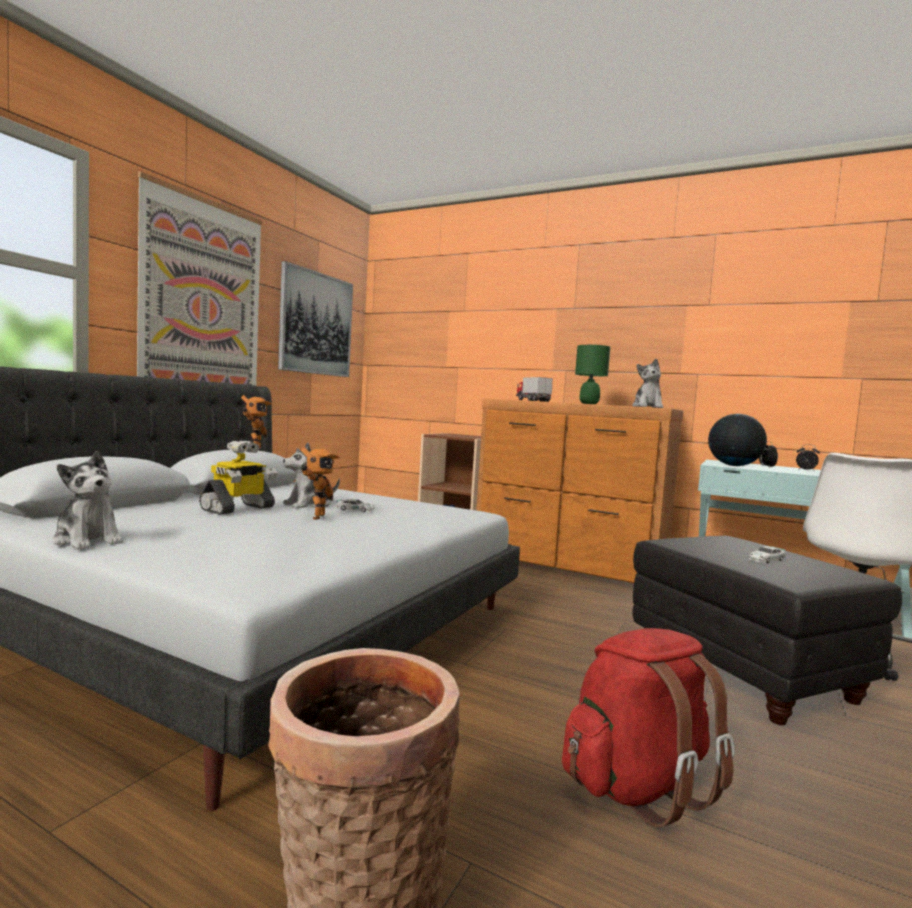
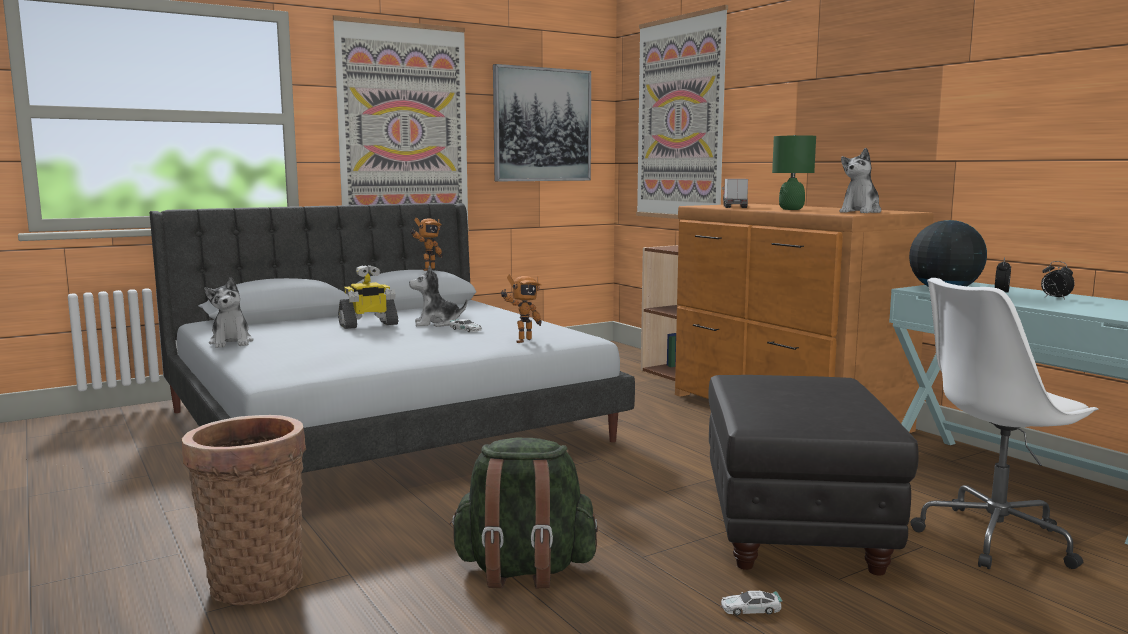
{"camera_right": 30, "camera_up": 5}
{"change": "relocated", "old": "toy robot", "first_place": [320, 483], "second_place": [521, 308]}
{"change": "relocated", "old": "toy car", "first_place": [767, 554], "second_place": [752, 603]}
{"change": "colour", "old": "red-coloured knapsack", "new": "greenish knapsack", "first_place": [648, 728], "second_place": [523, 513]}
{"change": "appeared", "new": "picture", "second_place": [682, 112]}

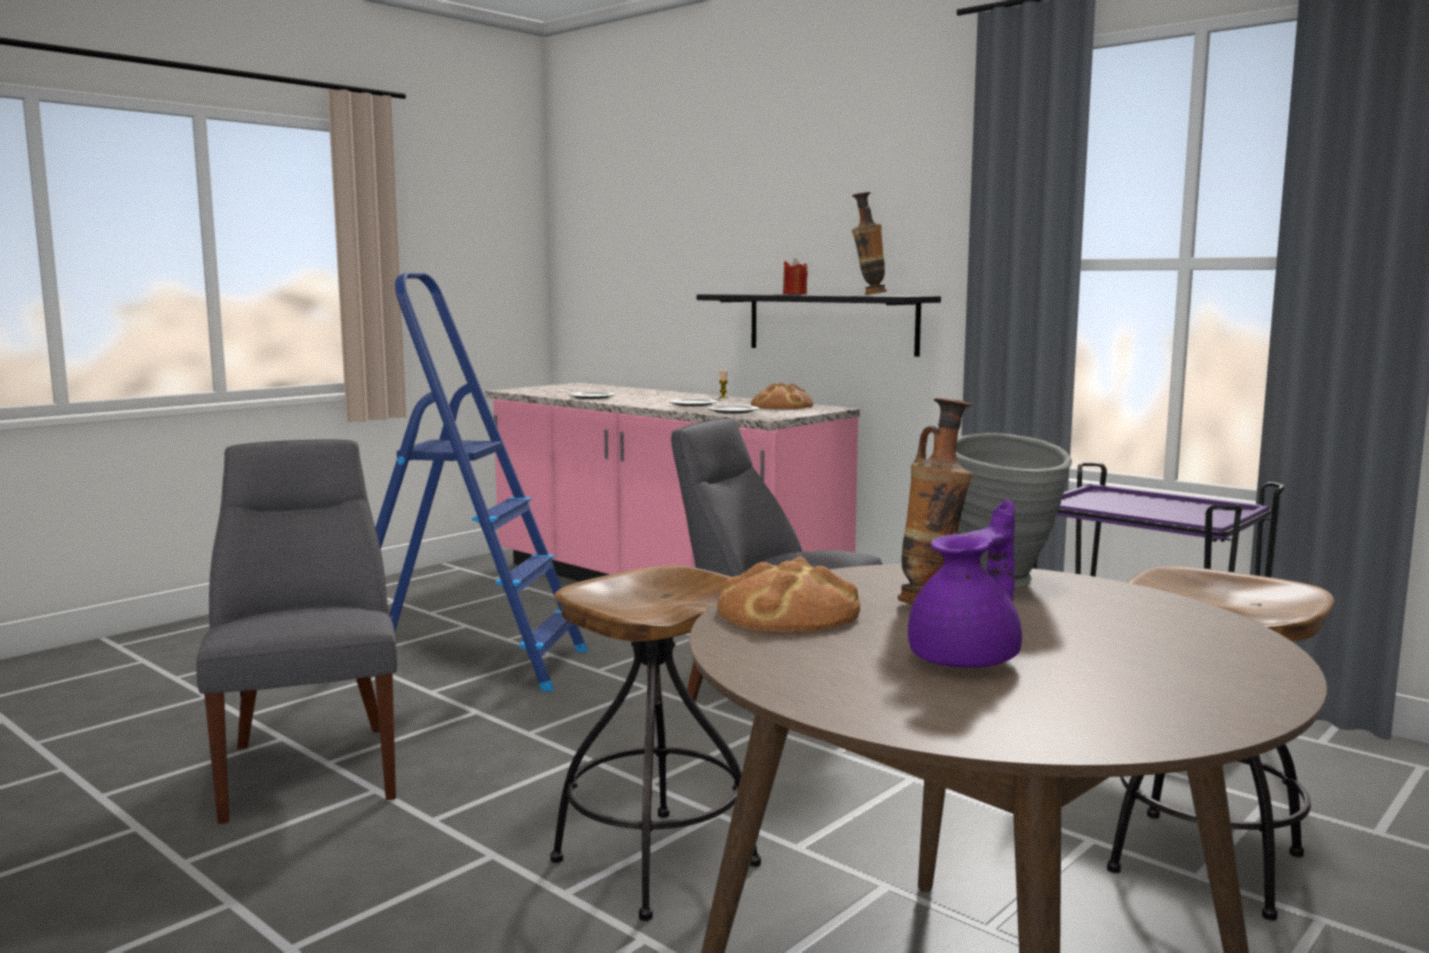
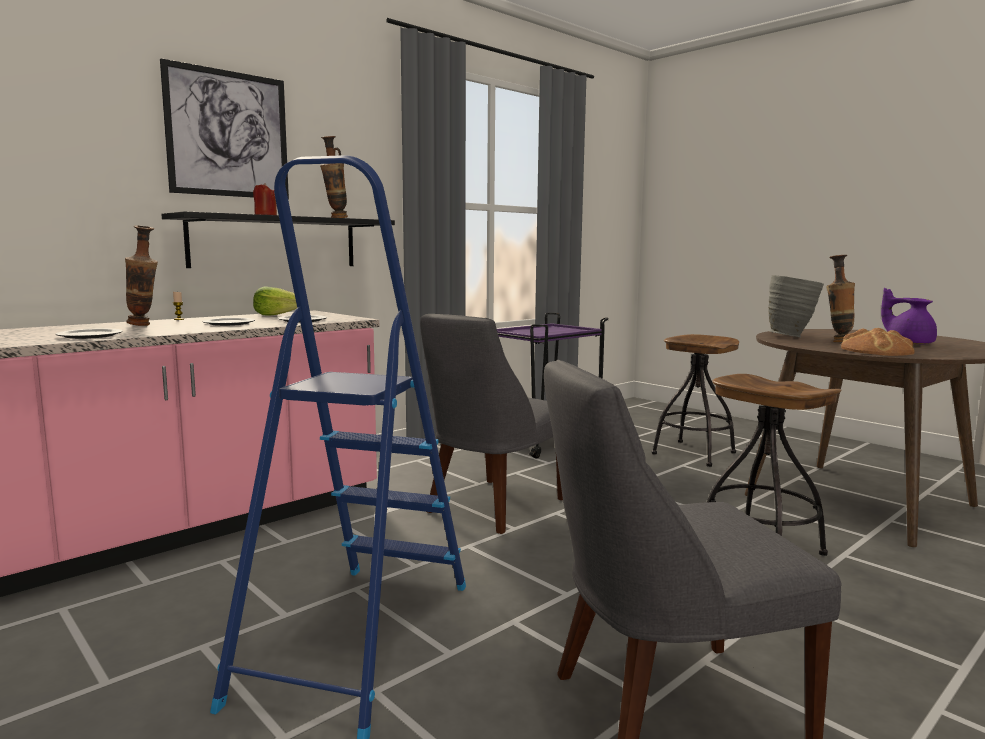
{"camera_right": -85, "camera_up": 0}
{"change": "exchanged", "old": "baked bread", "new": "head of lettuce", "first_place": [782, 396], "second_place": [275, 301]}
{"change": "appeared", "new": "picture", "second_place": [224, 128]}
{"change": "appeared", "new": "decorative vase", "second_place": [141, 275]}

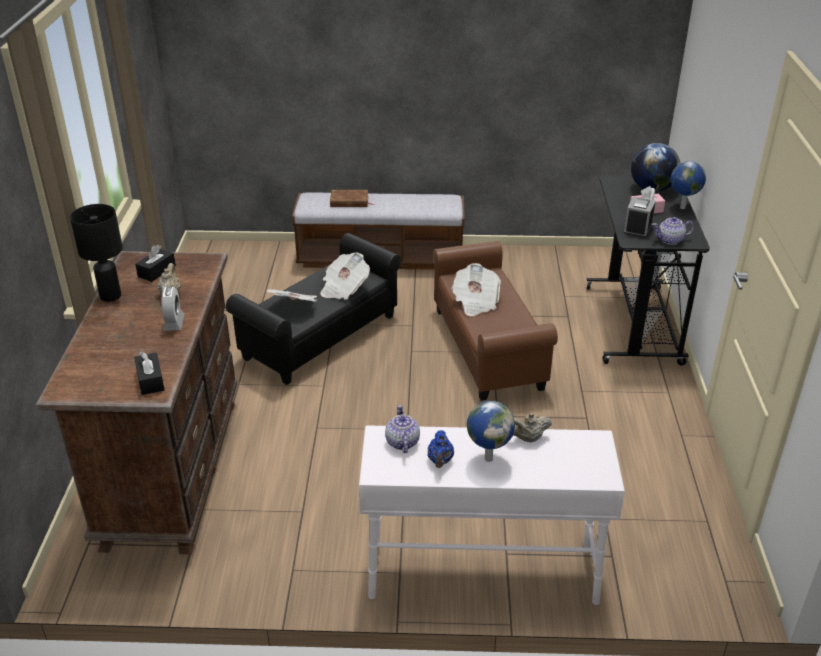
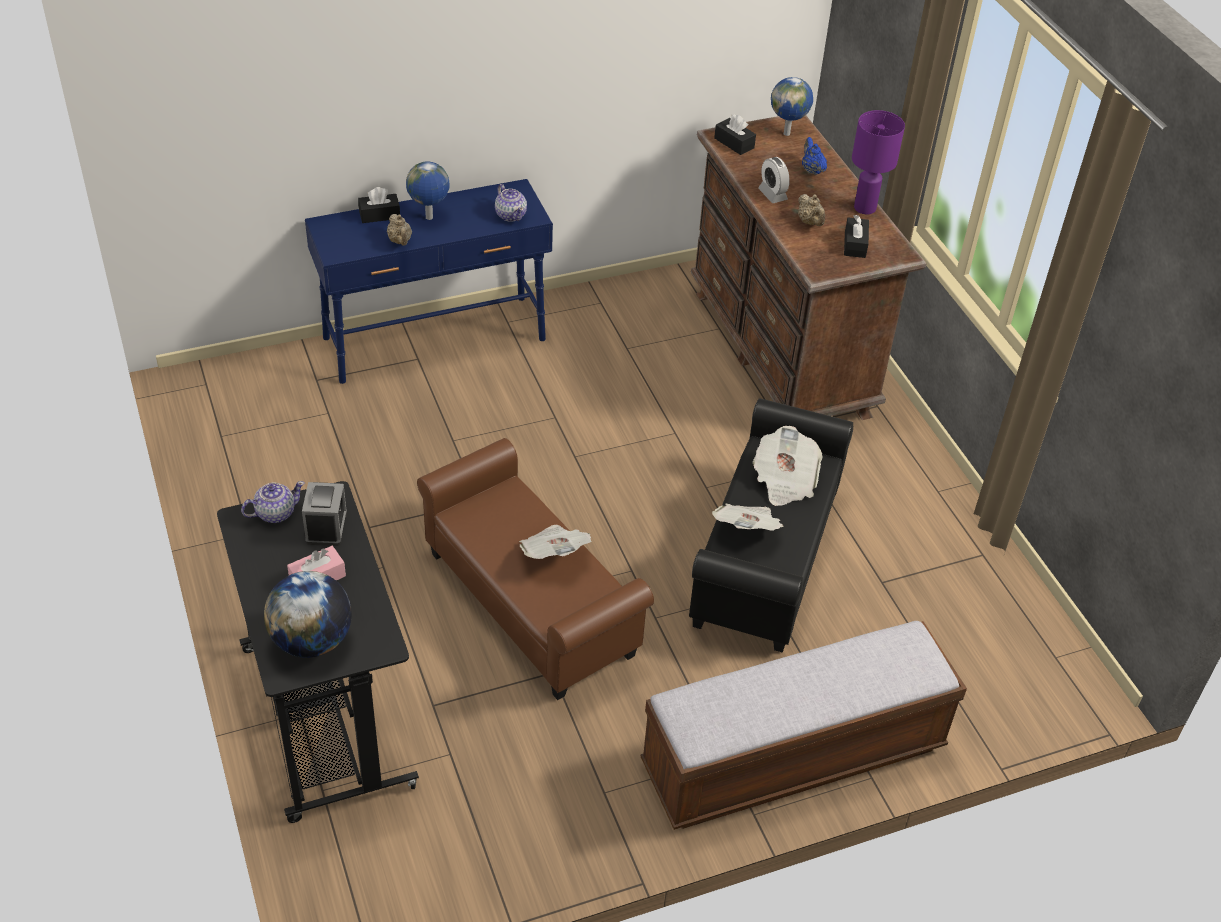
{"camera_right": 155, "camera_up": 10}
{"change": "relocated", "old": "world globe", "first_place": [688, 185], "second_place": [792, 106]}
{"change": "missing", "old": "brown volume", "first_place": [352, 198]}
{"change": "colour", "old": "black table lamp", "new": "purple-coloured table lamp", "first_place": [96, 253], "second_place": [878, 162]}
{"change": "spun", "old": "beige-coloured tea pot", "first_place": [532, 427], "second_place": [399, 230], "degrees": 105}
{"change": "colour", "old": "white-coloured console table", "new": "blue console table", "first_place": [492, 515], "second_place": [429, 281]}
{"change": "relocated", "old": "blue tea pot", "first_place": [441, 449], "second_place": [814, 156]}
{"change": "appeared", "new": "black box of tissues", "second_place": [379, 205]}

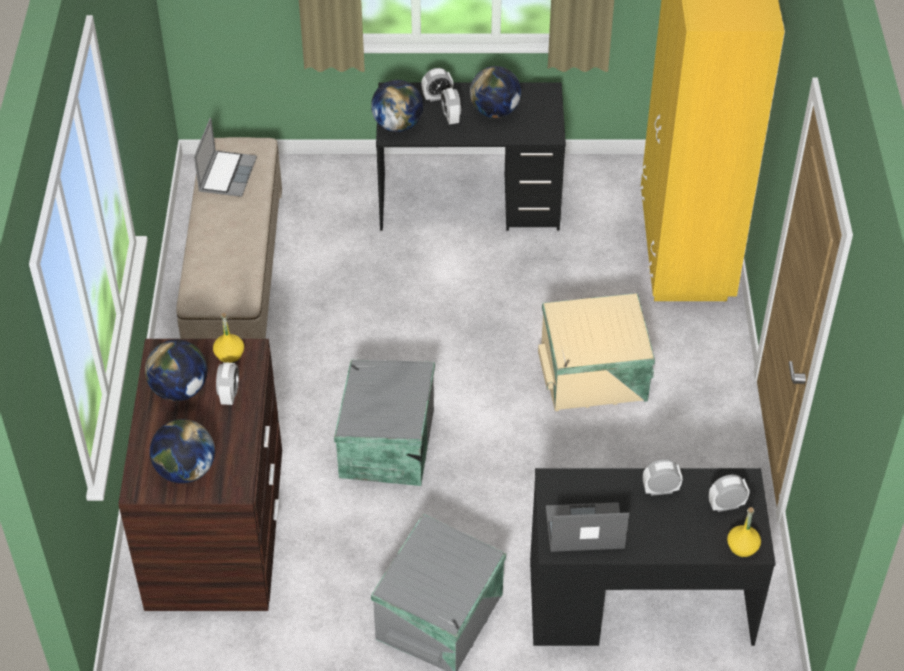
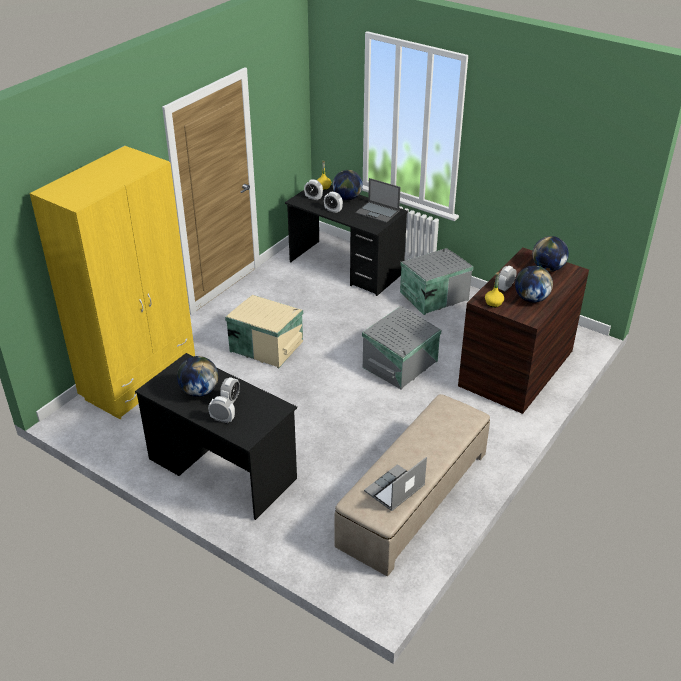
{"camera_right": -145, "camera_up": -10}
{"change": "relocated", "old": "world globe", "first_place": [397, 106], "second_place": [348, 185]}

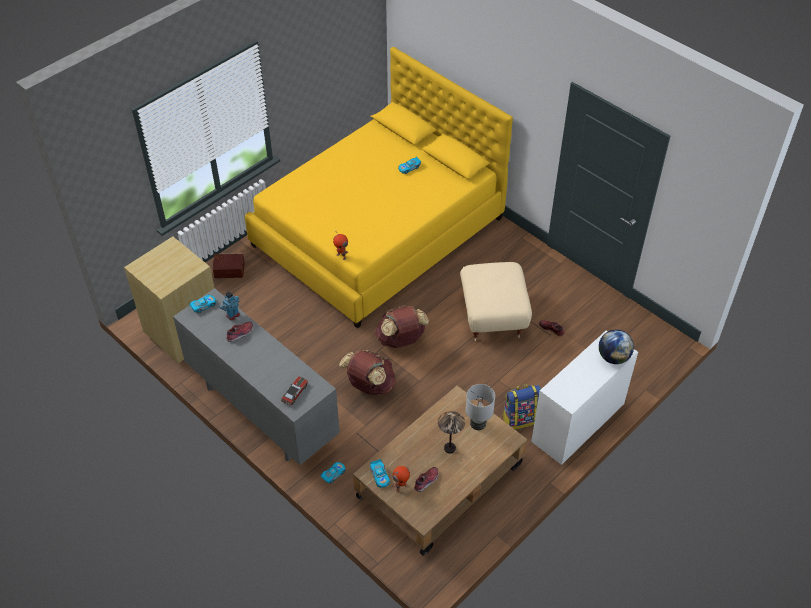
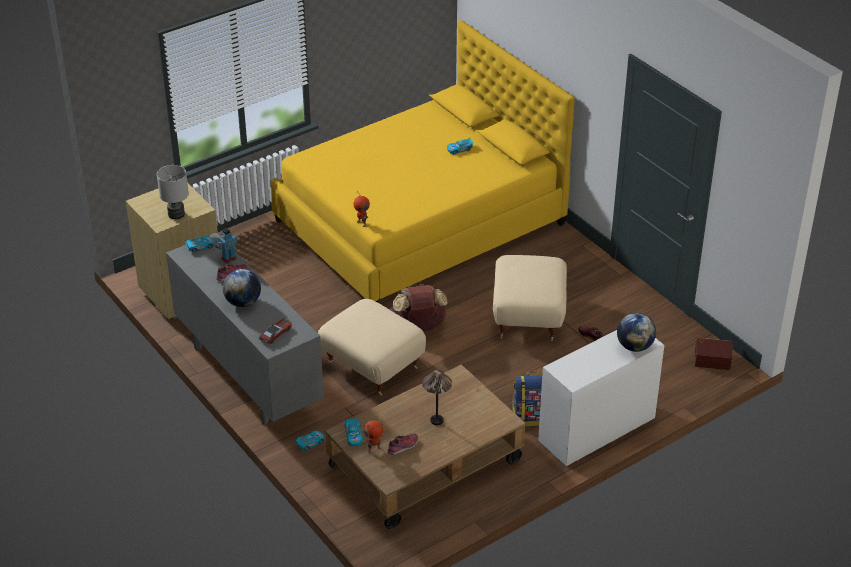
{"camera_right": 10, "camera_up": -10}
{"change": "relocated", "old": "brown storage bin", "first_place": [228, 265], "second_place": [713, 354]}
{"change": "exchanged", "old": "brown knapsack", "new": "beige-coloured ottoman", "first_place": [367, 372], "second_place": [372, 347]}
{"change": "relocated", "old": "gray table lamp", "first_place": [480, 407], "second_place": [173, 192]}
{"change": "appeared", "new": "world globe", "second_place": [242, 288]}

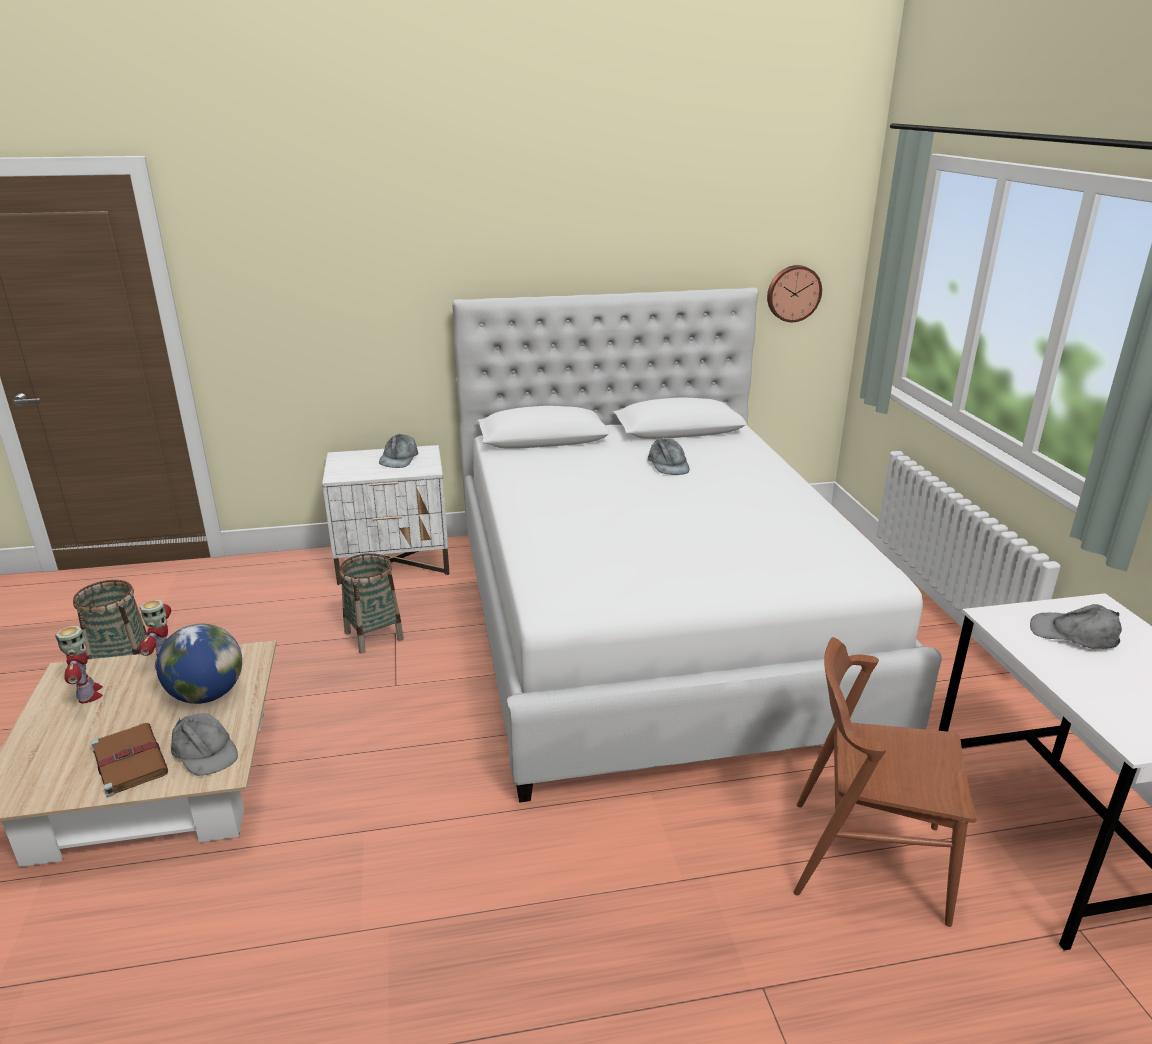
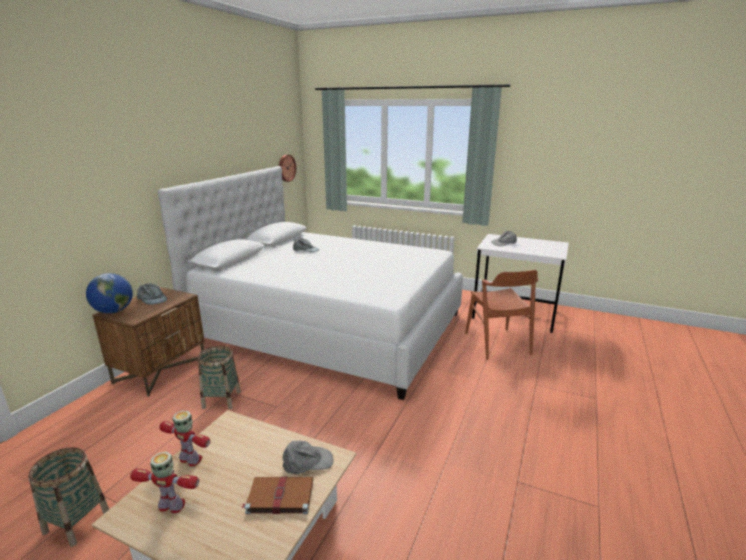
{"camera_right": -55, "camera_up": -5}
{"change": "colour", "old": "white-coloured night table", "new": "brown night table", "first_place": [386, 515], "second_place": [148, 342]}
{"change": "relocated", "old": "world globe", "first_place": [199, 664], "second_place": [109, 293]}
{"change": "spun", "old": "brown chair", "first_place": [885, 782], "second_place": [501, 315], "degrees": -60}

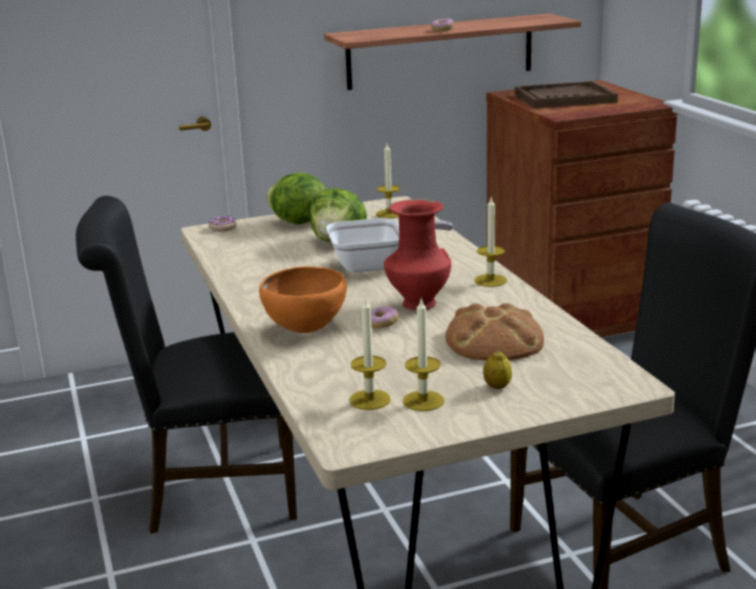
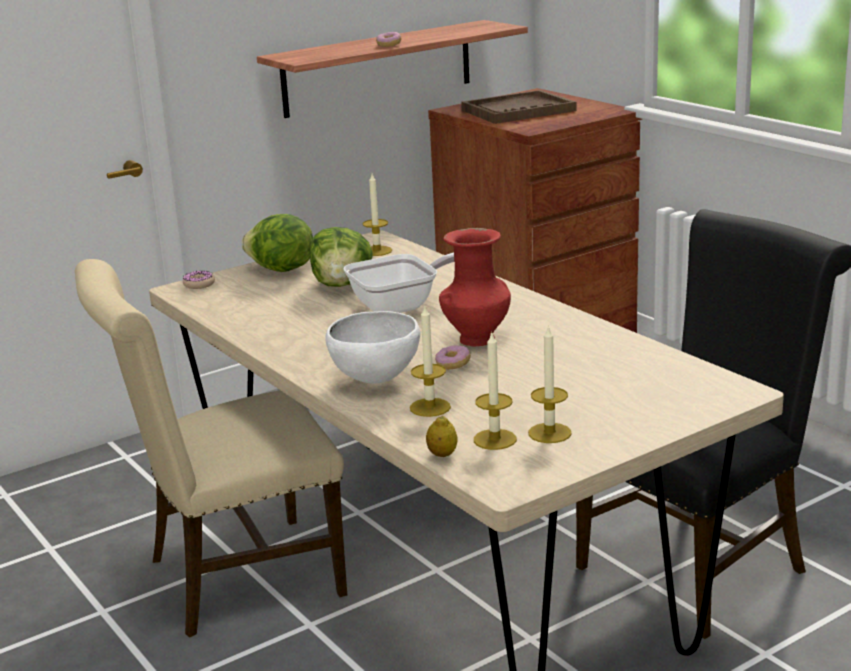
{"camera_right": -15, "camera_up": 0}
{"change": "colour", "old": "black chair", "new": "beige-coloured chair", "first_place": [186, 365], "second_place": [211, 448]}
{"change": "relocated", "old": "wax light", "first_place": [490, 242], "second_place": [430, 361]}
{"change": "colour", "old": "orange-coloured deep dish", "new": "white-coloured deep dish", "first_place": [303, 299], "second_place": [372, 347]}
{"change": "missing", "old": "baked bread", "first_place": [494, 332]}
{"change": "relocated", "old": "citrus fruit", "first_place": [497, 370], "second_place": [442, 436]}

